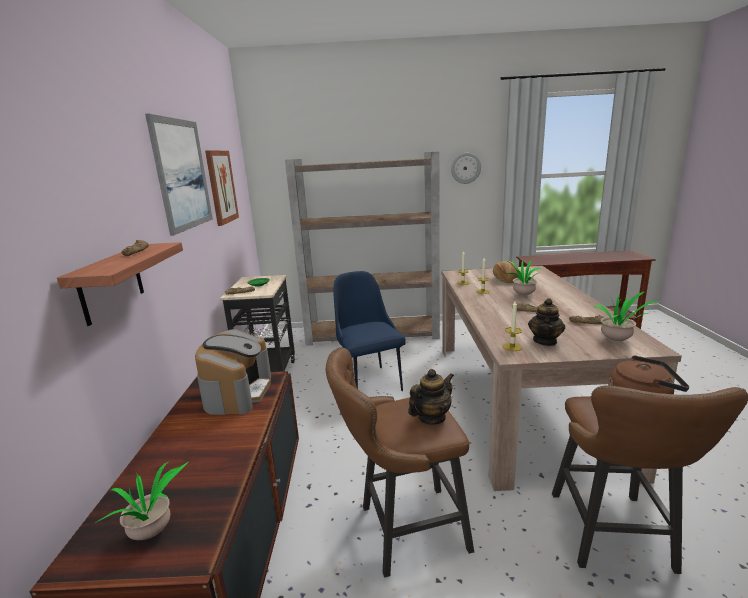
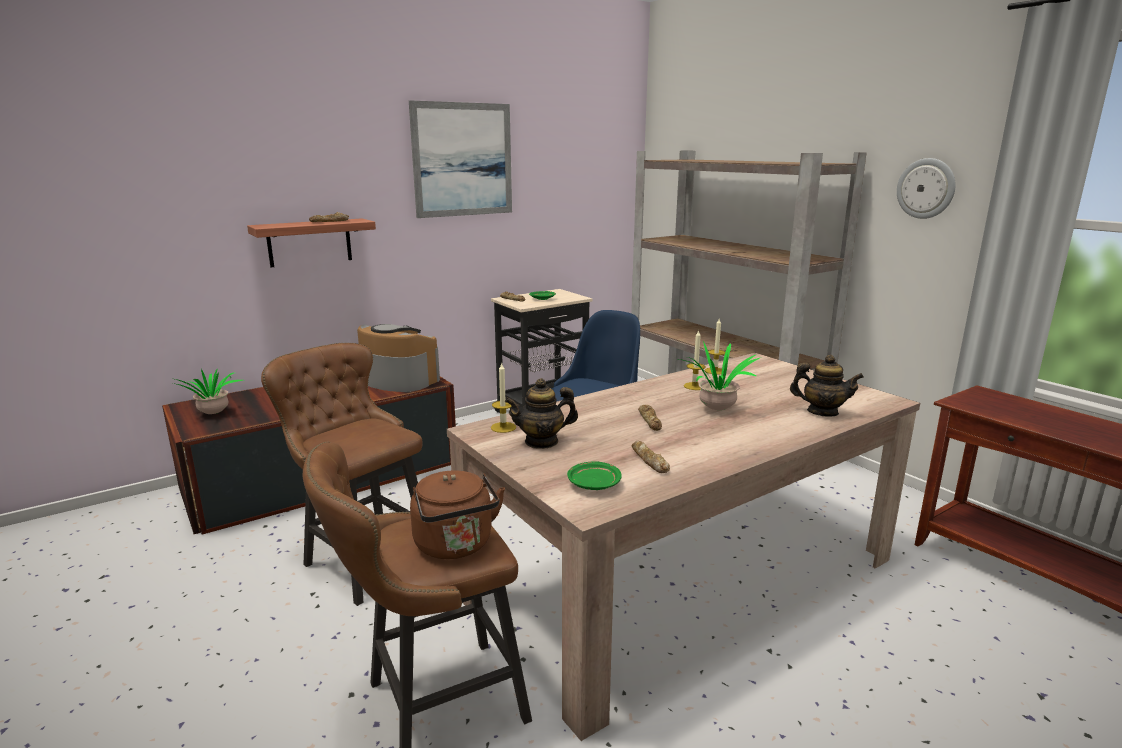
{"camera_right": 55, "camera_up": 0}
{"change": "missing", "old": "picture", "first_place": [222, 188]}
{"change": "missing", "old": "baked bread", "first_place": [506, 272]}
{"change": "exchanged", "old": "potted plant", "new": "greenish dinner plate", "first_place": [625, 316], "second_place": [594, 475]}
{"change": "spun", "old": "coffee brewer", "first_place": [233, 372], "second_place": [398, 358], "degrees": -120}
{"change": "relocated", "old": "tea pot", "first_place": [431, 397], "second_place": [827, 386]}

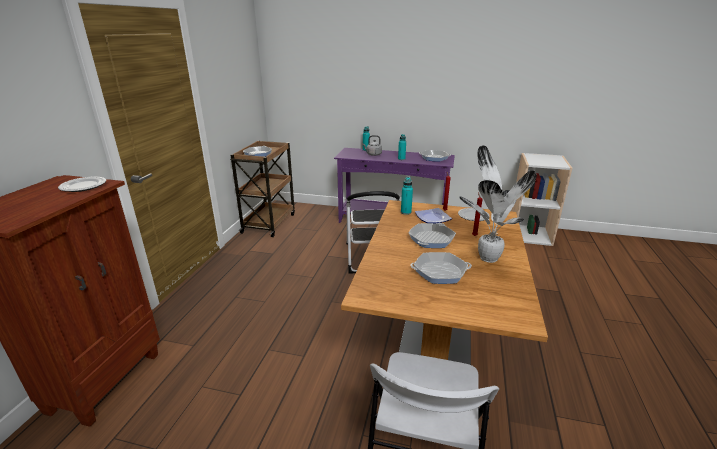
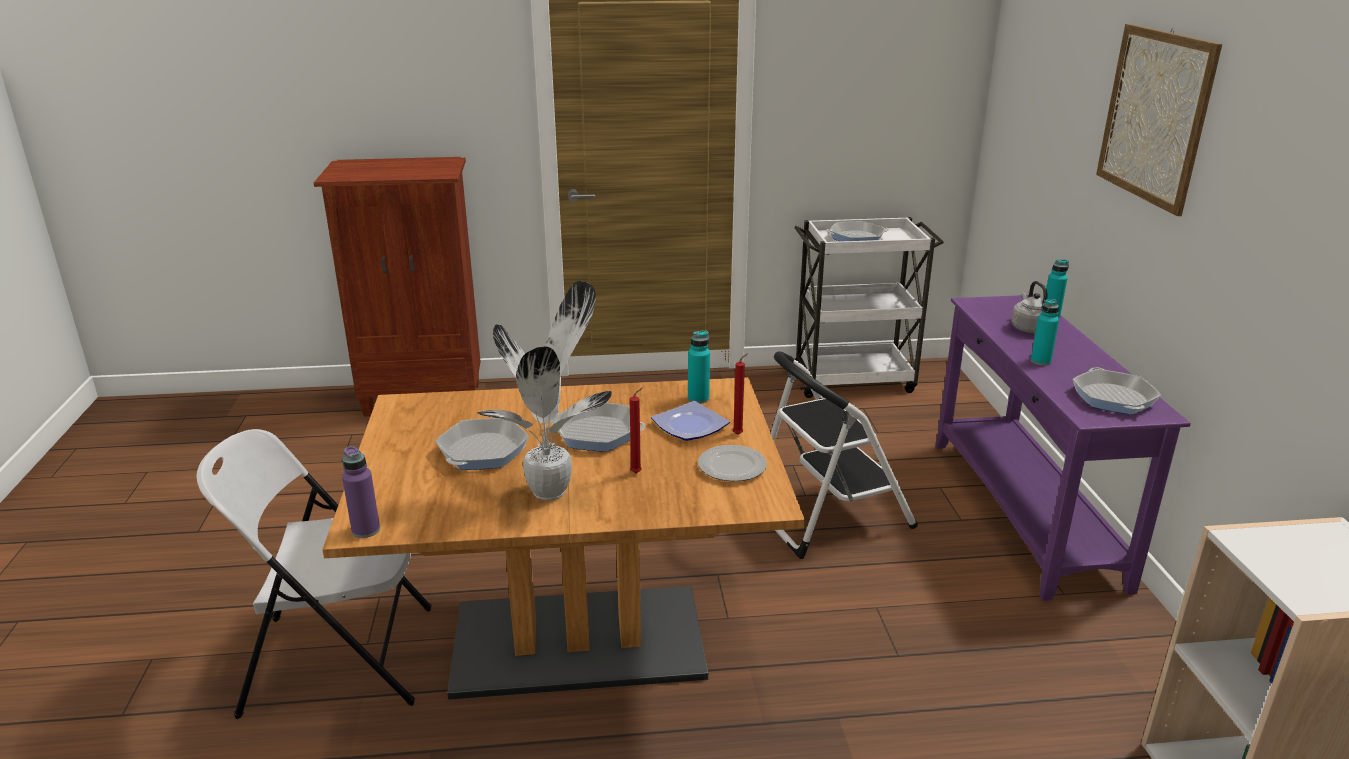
{"camera_right": 70, "camera_up": 0}
{"change": "colour", "old": "brown wheeled cart", "new": "white-coloured wheeled cart", "first_place": [262, 189], "second_place": [869, 307]}
{"change": "missing", "old": "dinner plate", "first_place": [82, 184]}
{"change": "spun", "old": "pan", "first_place": [441, 268], "second_place": [482, 444], "degrees": -135}
{"change": "appeared", "new": "picture", "second_place": [1159, 120]}
{"change": "appeared", "new": "purple-coloured bottle", "second_place": [361, 492]}

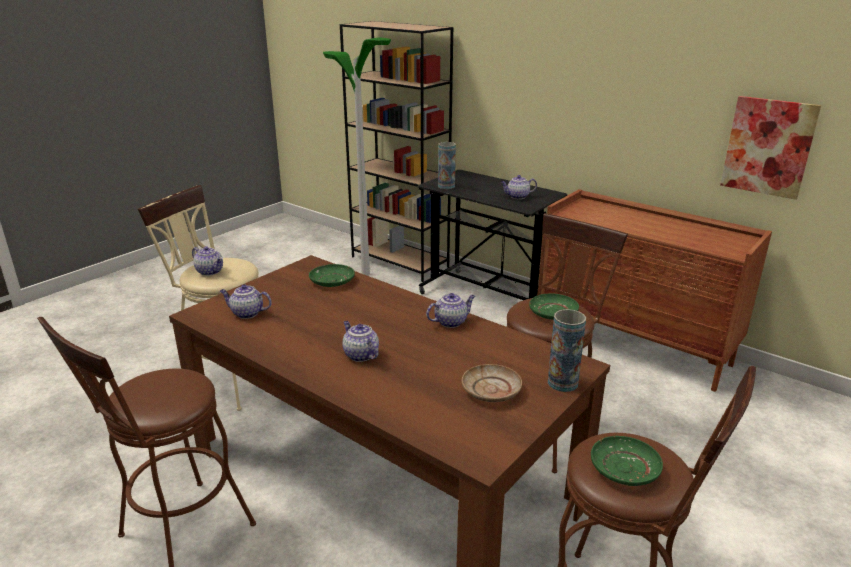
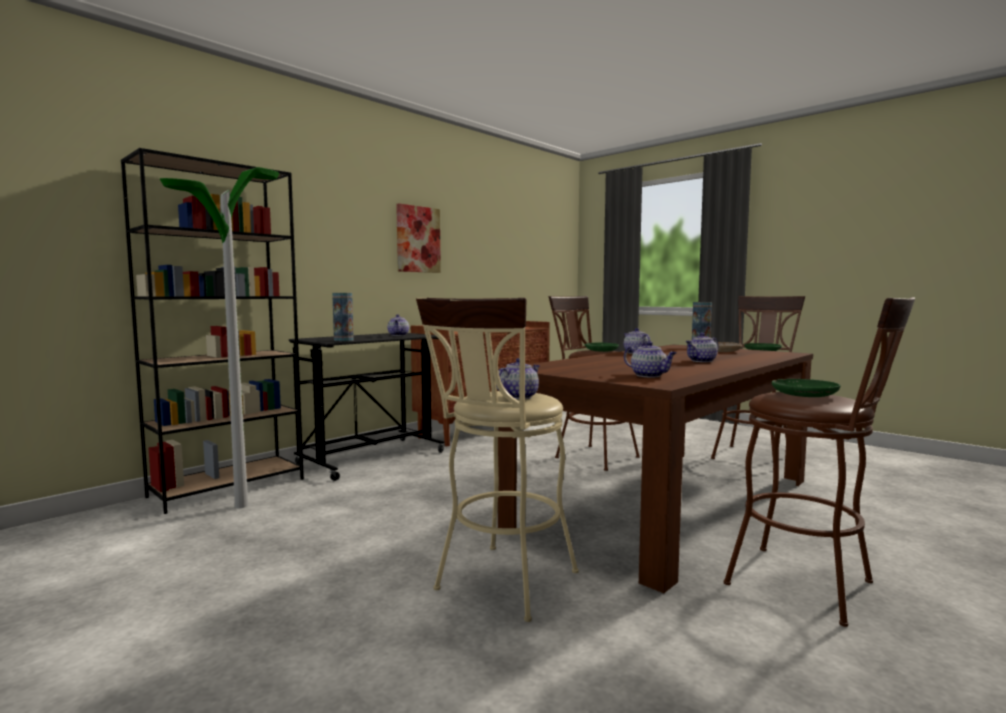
{"camera_right": -85, "camera_up": -20}
{"change": "relocated", "old": "picture", "first_place": [770, 148], "second_place": [418, 238]}
{"change": "relocated", "old": "greenish dinner plate", "first_place": [332, 275], "second_place": [806, 388]}
{"change": "spun", "old": "tea pot", "first_place": [246, 301], "second_place": [650, 359], "degrees": -60}

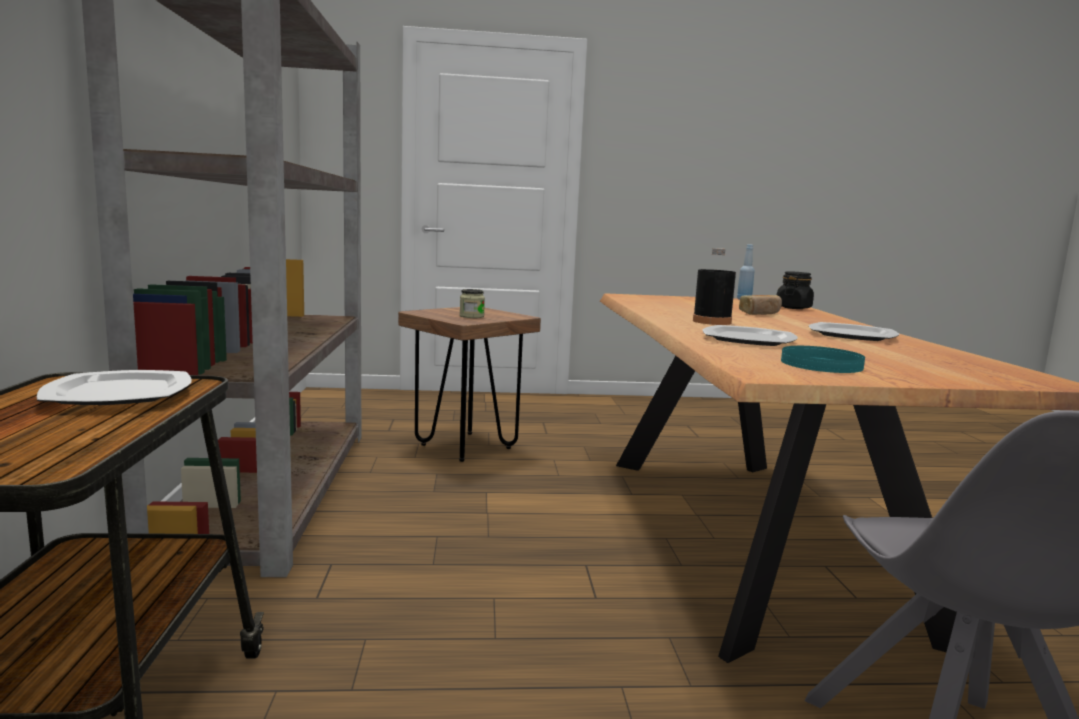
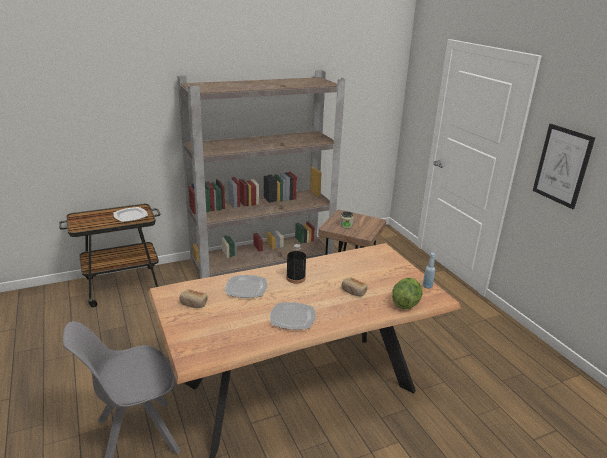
{"camera_right": 70, "camera_up": 15}
{"change": "exchanged", "old": "black preserve jar", "new": "head of lettuce", "first_place": [795, 290], "second_place": [407, 293]}
{"change": "exchanged", "old": "turquoise dinner plate", "new": "baked bread", "first_place": [823, 359], "second_place": [193, 298]}
{"change": "appeared", "new": "picture", "second_place": [564, 166]}

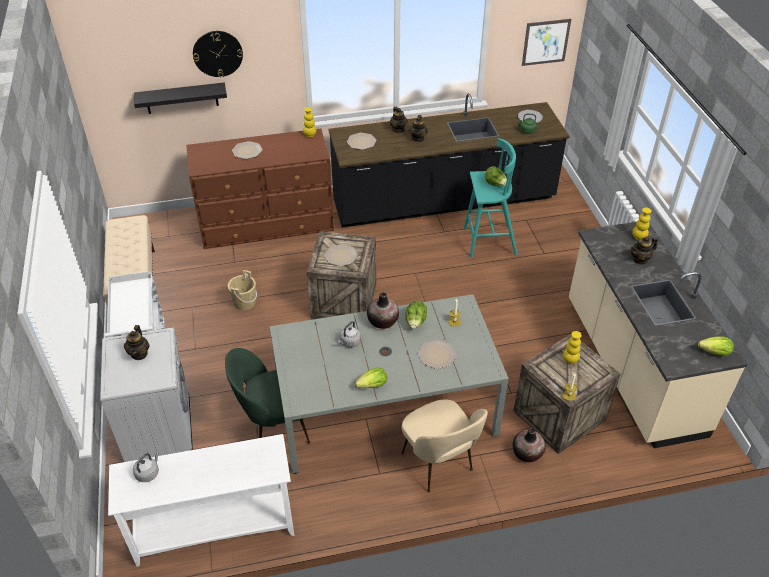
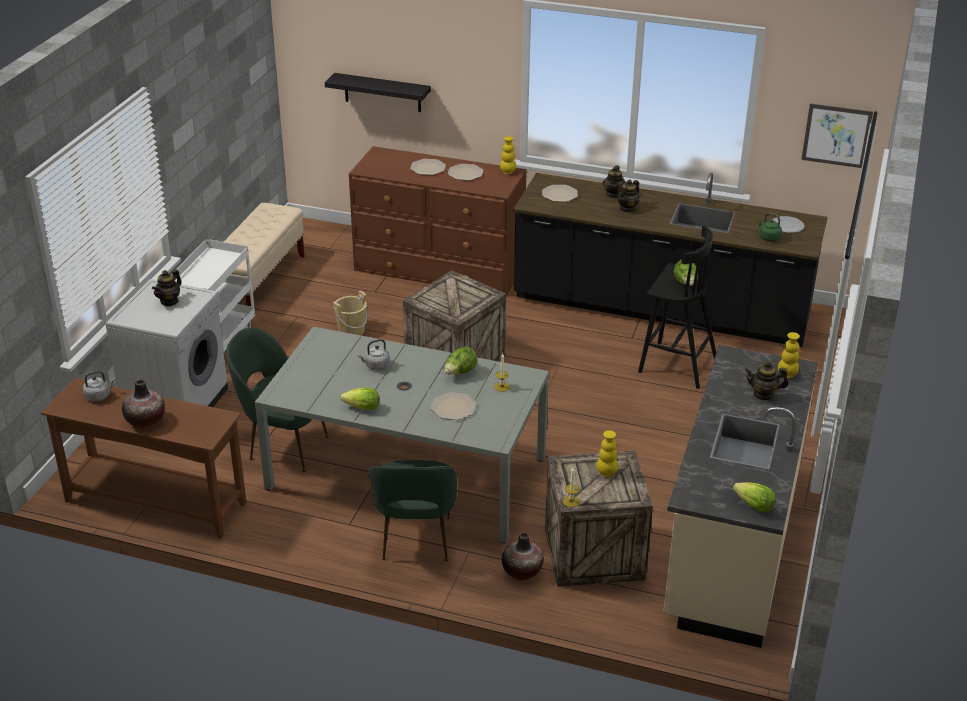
{"camera_right": 30, "camera_up": -10}
{"change": "missing", "old": "wall clock", "first_place": [218, 54]}
{"change": "colour", "old": "turquoise stool seat", "new": "black stool seat", "first_place": [491, 198], "second_place": [677, 307]}
{"change": "relocated", "old": "dinner plate", "first_place": [341, 255], "second_place": [466, 172]}
{"change": "relocated", "old": "decorative vase", "first_place": [383, 310], "second_place": [143, 404]}
{"change": "colour", "old": "beige-coloured chair", "new": "greenish chair", "first_place": [444, 445], "second_place": [412, 510]}
{"change": "colour", "old": "white-coloured console table", "new": "brown console table", "first_place": [201, 500], "second_place": [144, 458]}

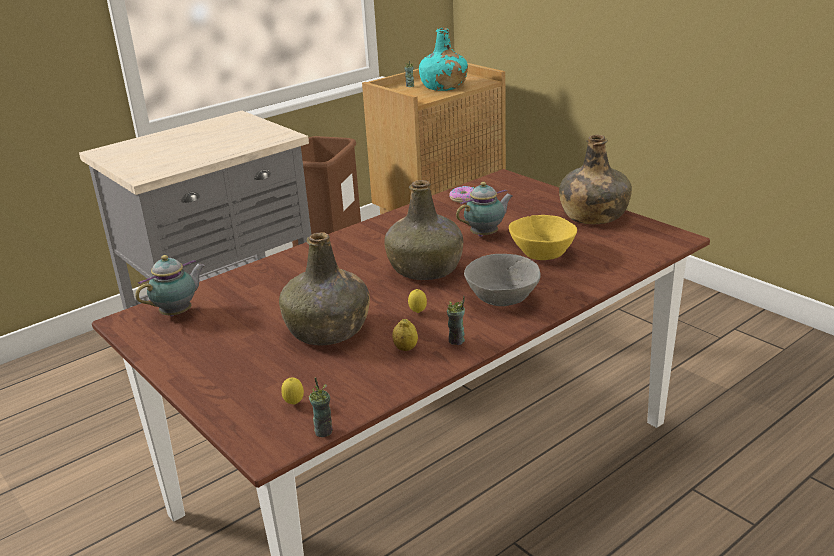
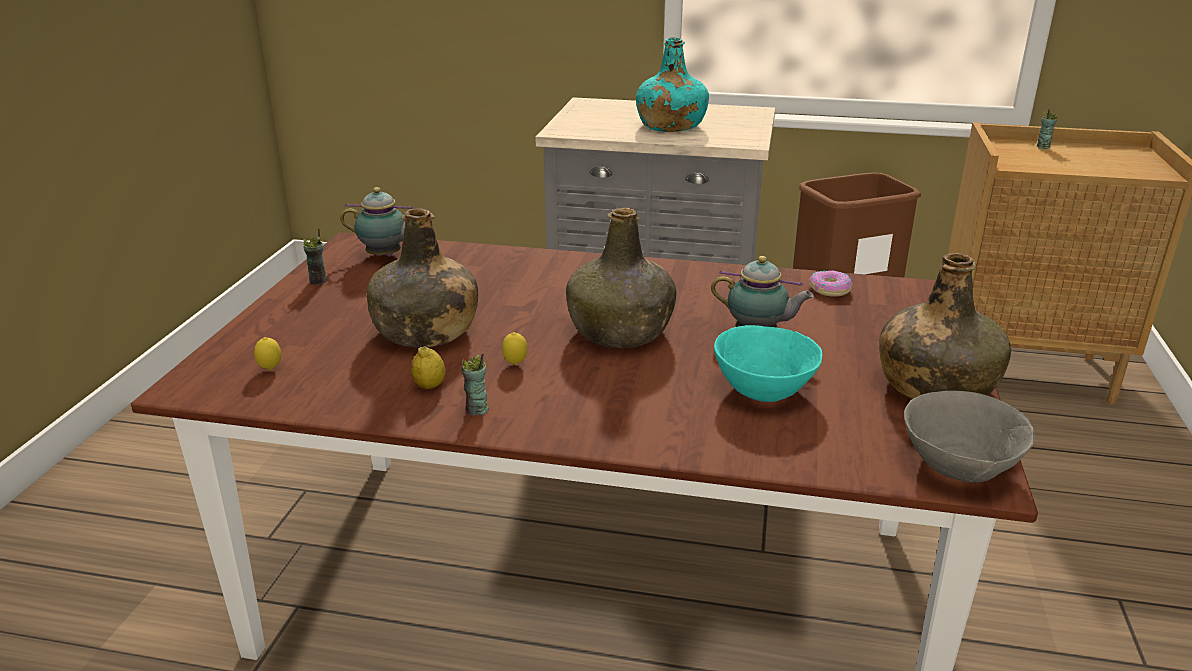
{"camera_right": 50, "camera_up": 0}
{"change": "relocated", "old": "turquoise bottle", "first_place": [443, 59], "second_place": [672, 85]}
{"change": "colour", "old": "yellowish deep dish", "new": "turquoise deep dish", "first_place": [543, 237], "second_place": [768, 363]}
{"change": "relocated", "old": "gray deep dish", "first_place": [502, 280], "second_place": [969, 436]}
{"change": "relocated", "old": "cup", "first_place": [320, 407], "second_place": [315, 257]}

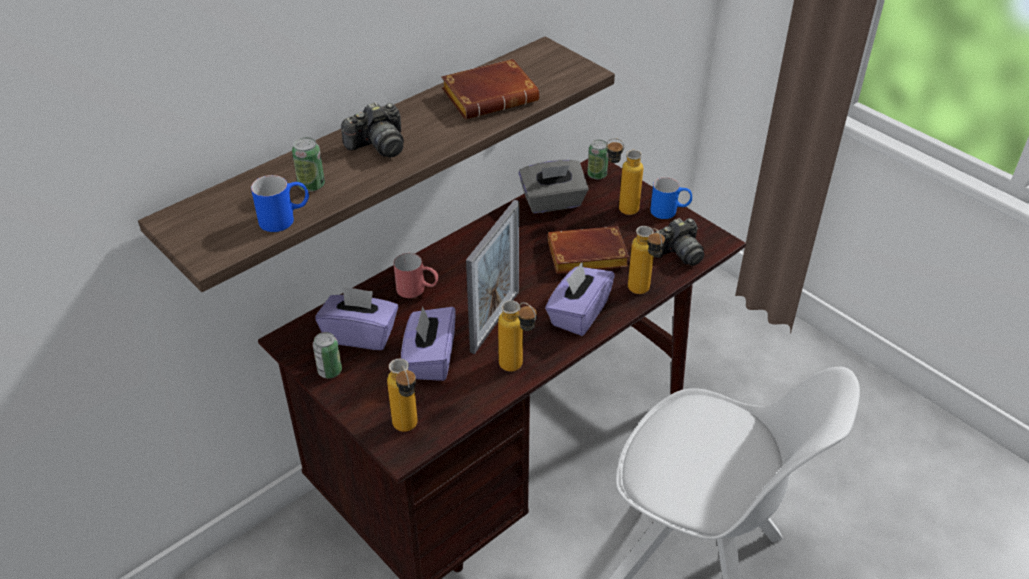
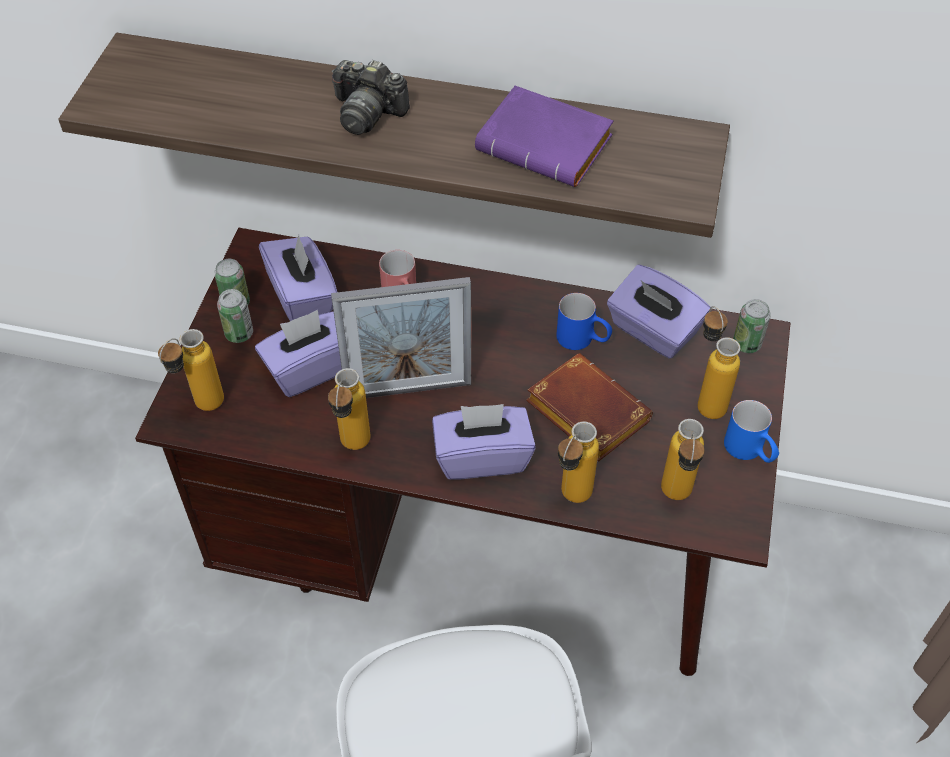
{"camera_right": 55, "camera_up": 10}
{"change": "colour", "old": "brown volume", "new": "purple-coloured volume", "first_place": [490, 89], "second_place": [544, 136]}
{"change": "relocated", "old": "can", "first_place": [308, 164], "second_place": [235, 316]}
{"change": "colour", "old": "gray box of tissues", "new": "purple-coloured box of tissues", "first_place": [554, 186], "second_place": [659, 312]}
{"change": "relocated", "old": "blue mug", "first_place": [280, 203], "second_place": [584, 321]}
{"change": "exchanged", "old": "still camera", "new": "bottle", "first_place": [679, 242], "second_place": [683, 459]}

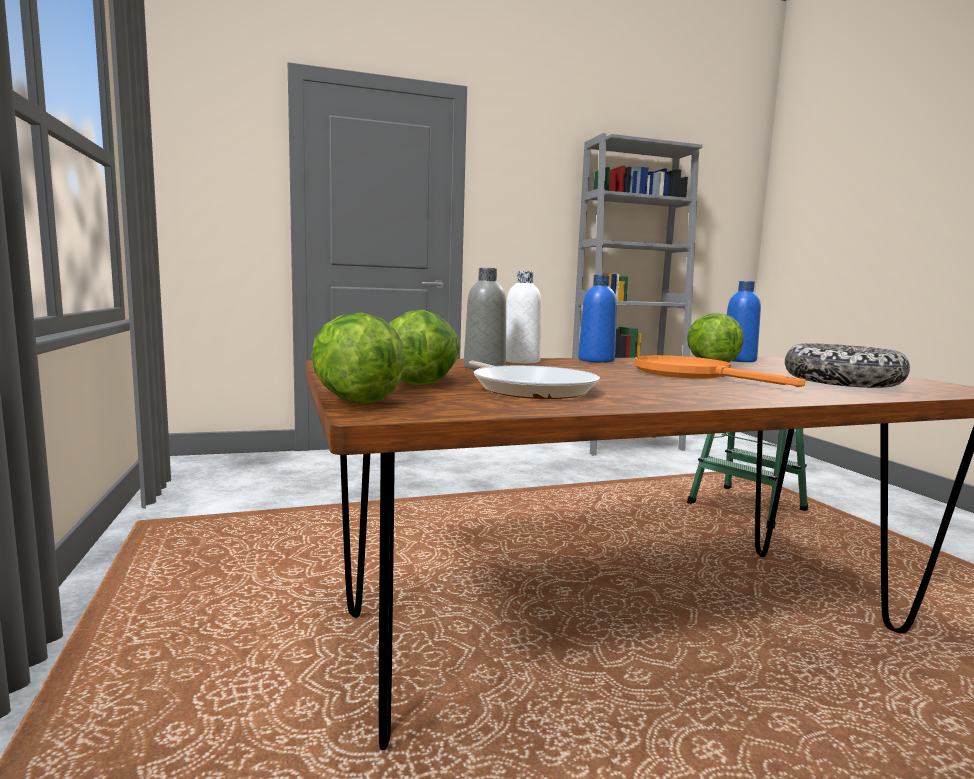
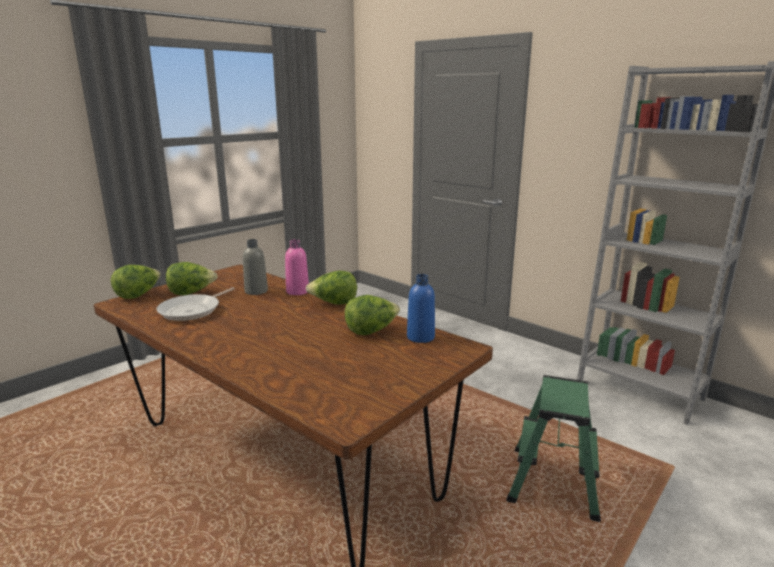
{"camera_right": 60, "camera_up": 10}
{"change": "colour", "old": "white-coloured bottle", "new": "pink bottle", "first_place": [523, 317], "second_place": [297, 267]}
{"change": "exchanged", "old": "blue bottle", "new": "head of lettuce", "first_place": [597, 319], "second_place": [331, 288]}
{"change": "missing", "old": "deep dish", "first_place": [847, 365]}
{"change": "missing", "old": "orange-coloured pan", "first_place": [720, 371]}

